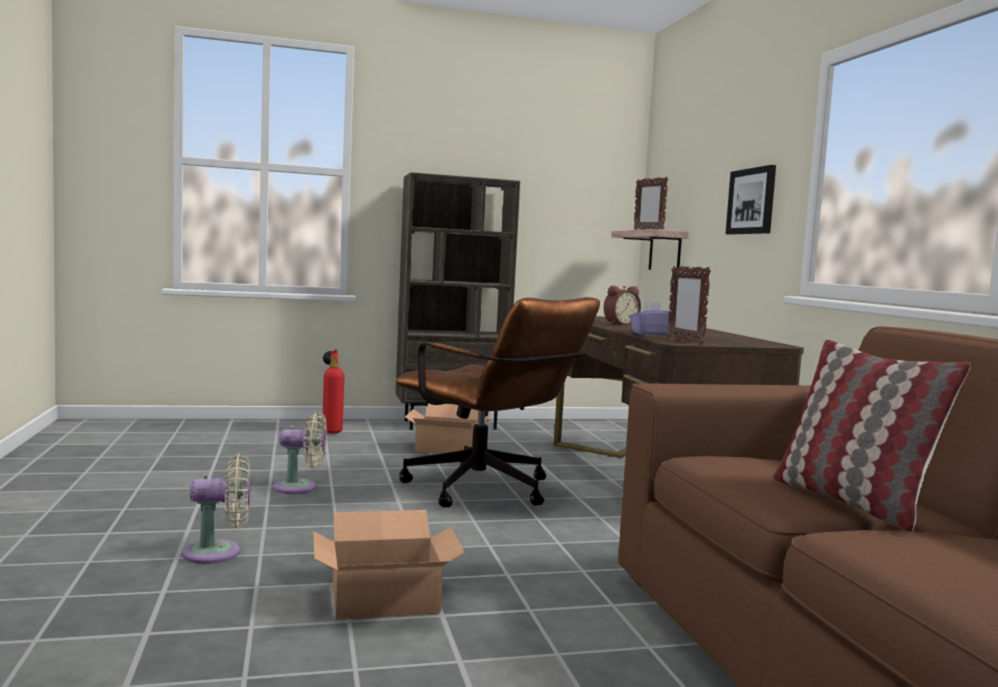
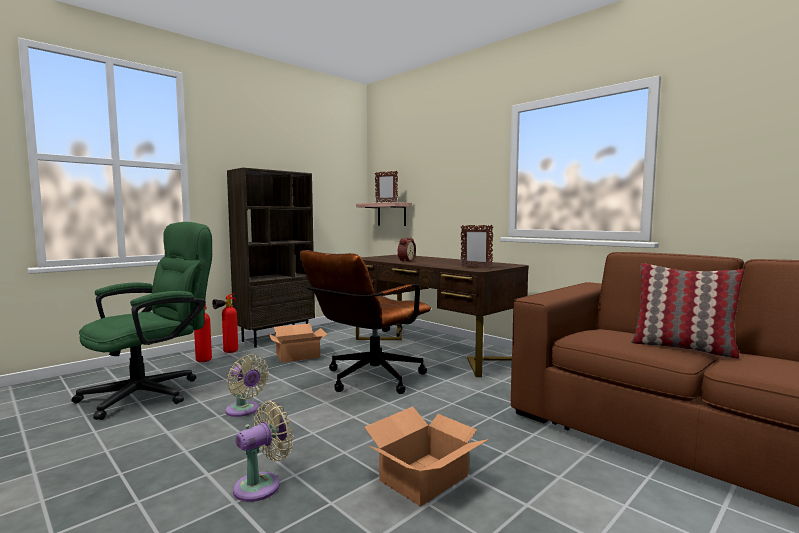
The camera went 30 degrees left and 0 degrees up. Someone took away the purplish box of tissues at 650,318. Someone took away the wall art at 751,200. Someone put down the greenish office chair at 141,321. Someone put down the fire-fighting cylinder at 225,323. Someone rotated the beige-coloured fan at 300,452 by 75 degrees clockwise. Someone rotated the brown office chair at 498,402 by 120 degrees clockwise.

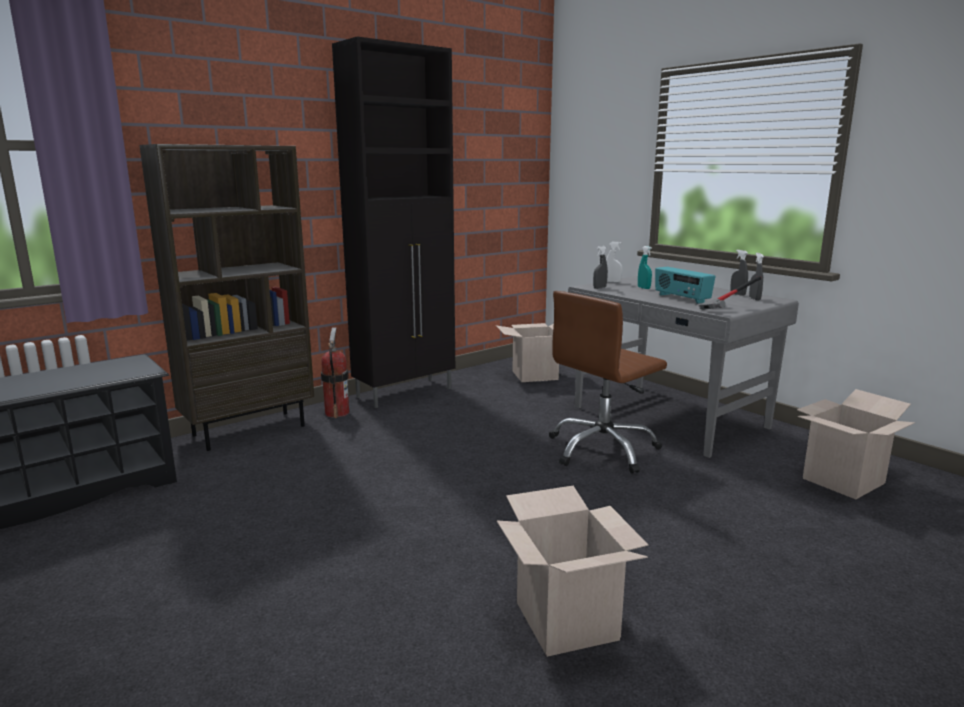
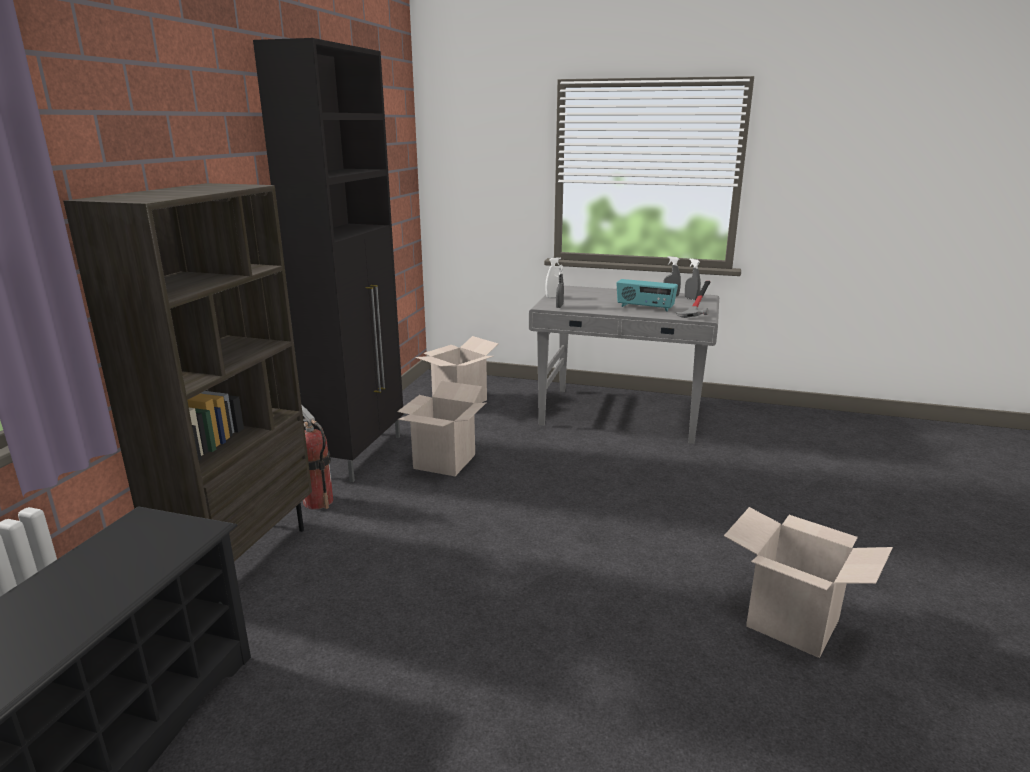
The camera went 35 degrees left and 5 degrees up. Someone took away the brown office chair at 608,382. Someone took away the blue-green sprayer at 645,267. Someone carried the carton from 856,444 to 442,428.

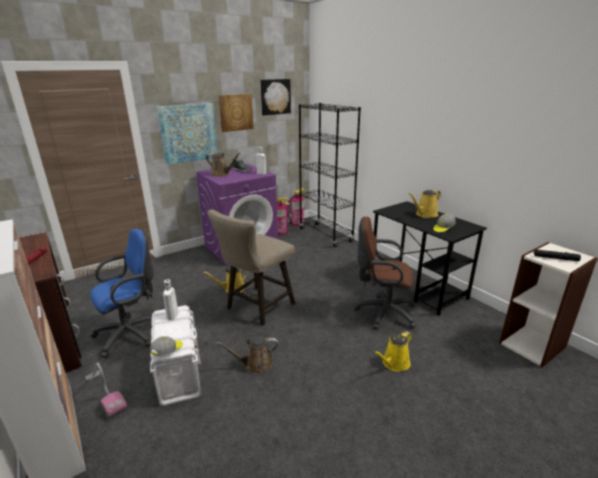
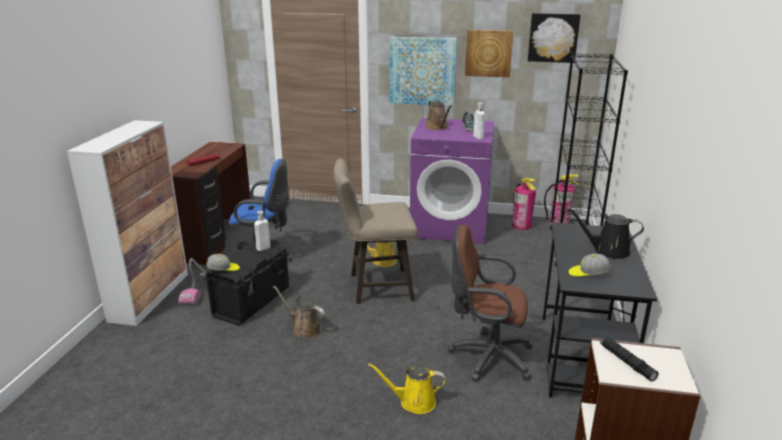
The camera went 45 degrees right and 0 degrees up. Someone repainted the whitish storage container at 175,355, which became the black storage container at 246,284. Someone repainted the yellow watering can at 425,204, which became the black watering can at 606,233. Someone rotated the brown office chair at 385,273 by 45 degrees counterclockwise.

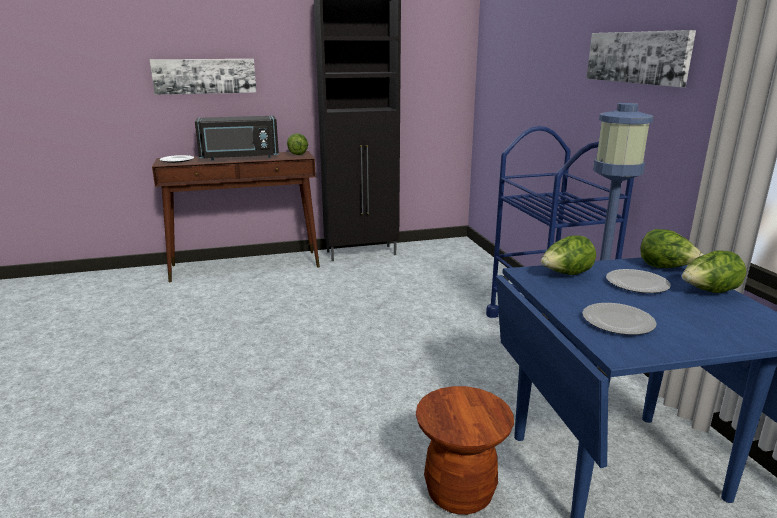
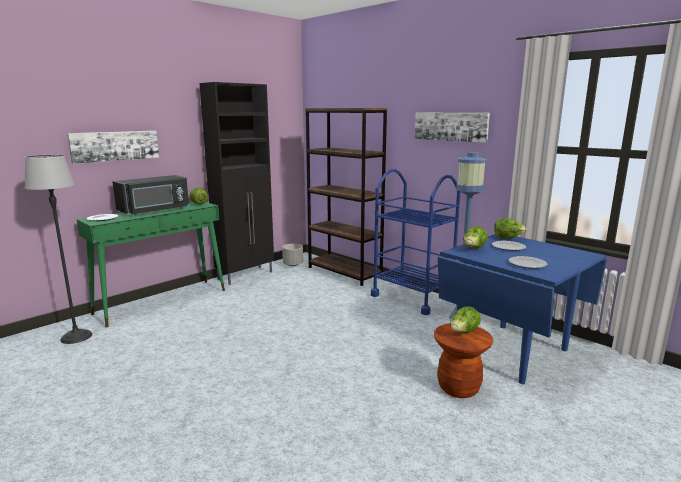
The camera went 30 degrees left and 5 degrees down. Someone put down the standing lamp at 58,249. Someone put down the gray flower pot at 292,255. Someone put down the brown bookshelf at 346,197. Someone carried the head of lettuce from 714,271 to 465,320. Someone repainted the brown narrow table at 236,216, which became the greenish narrow table at 151,264.

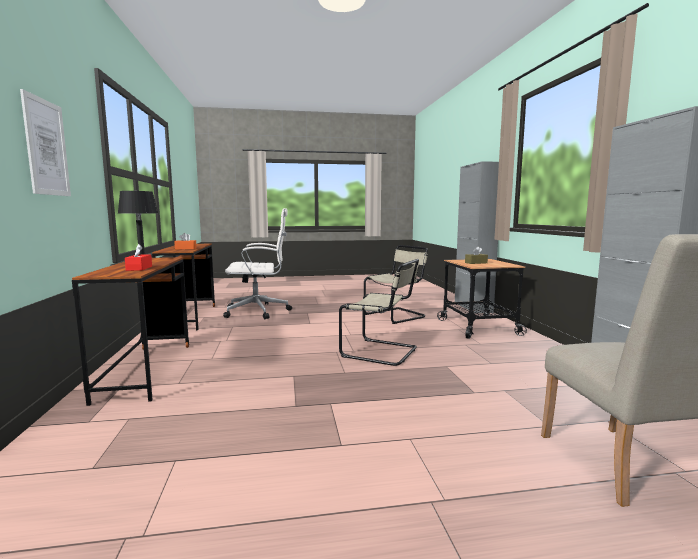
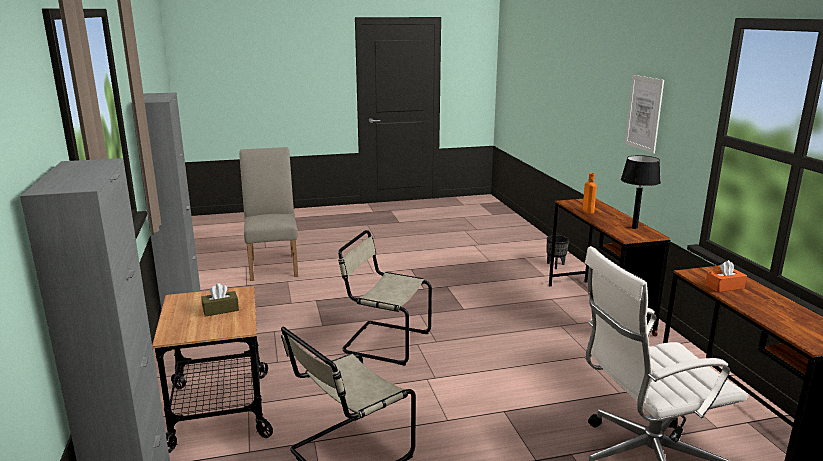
The camera went 175 degrees right and 10 degrees up. Someone put down the black flower pot at 557,252. Someone swapped the reddish box of tissues at 138,257 for the orangey beverage bottle at 590,193.

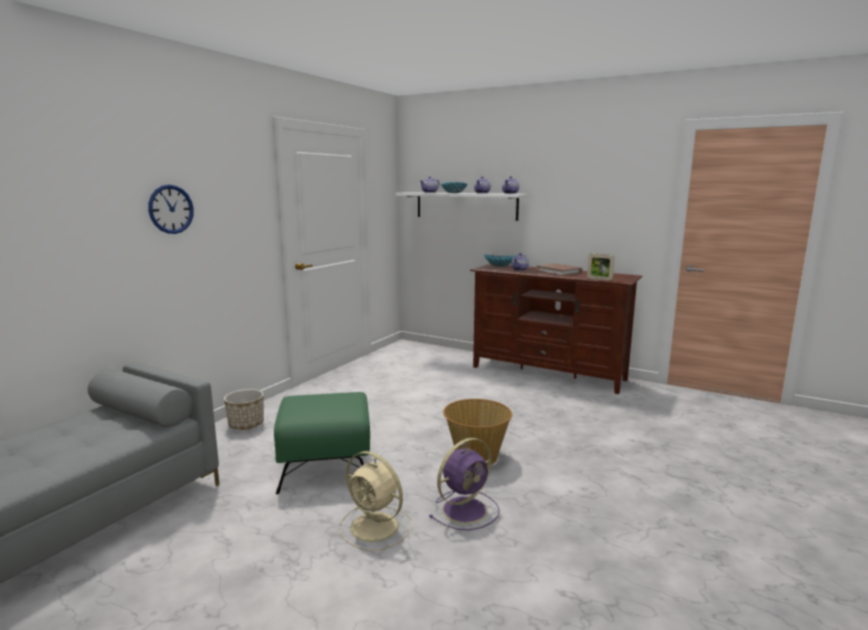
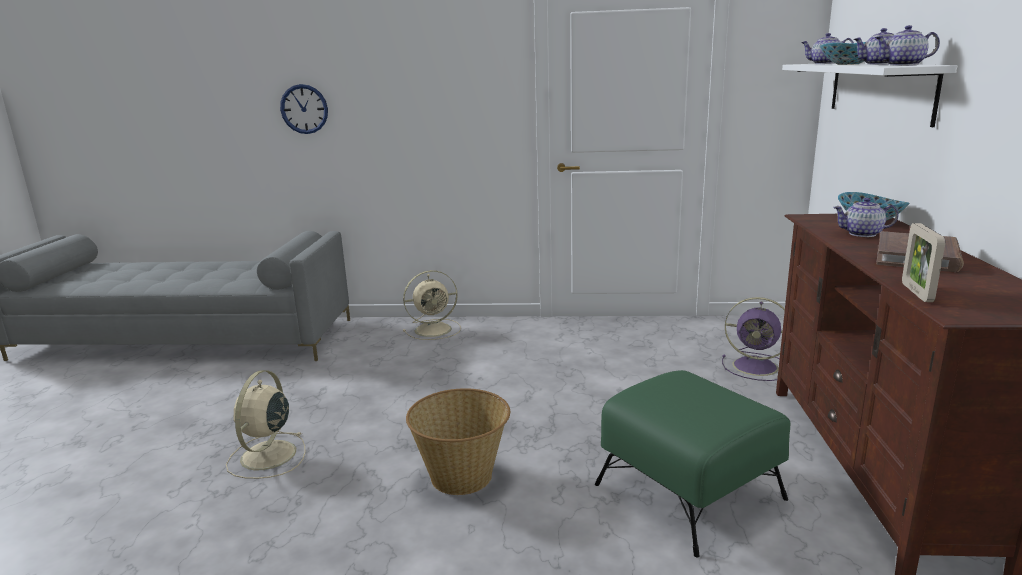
The camera went 65 degrees right and 5 degrees up. Someone carried the clock on the wall from 171,209 to 304,109. Someone carried the greenish ottoman from 322,443 to 692,464. Someone carried the purplish fan from 464,484 to 753,339. Someone swapped the flower pot at 244,409 for the beige-coloured fan at 432,305.

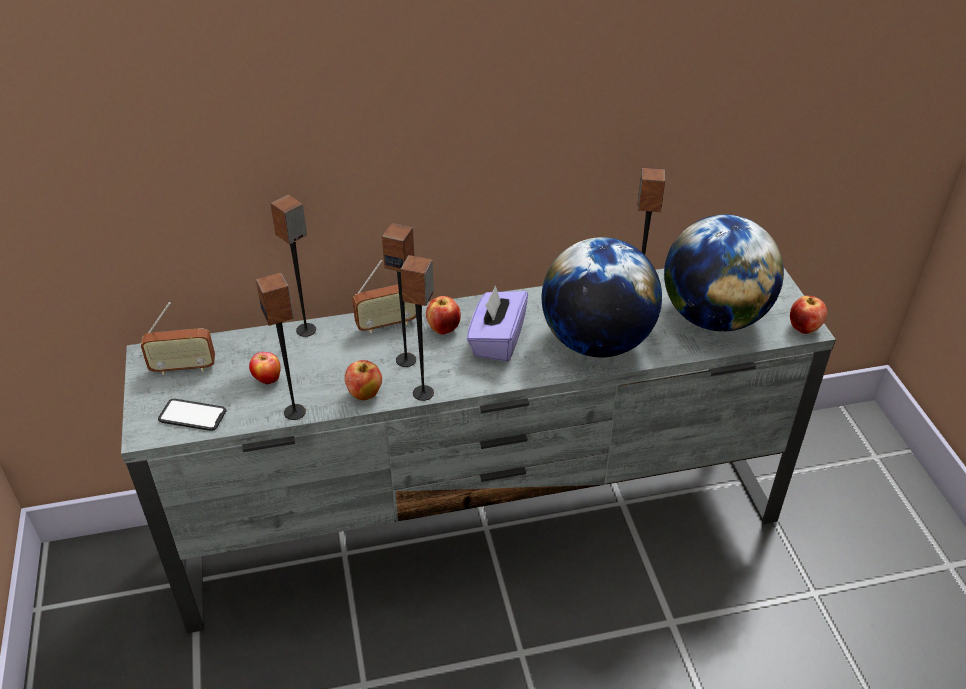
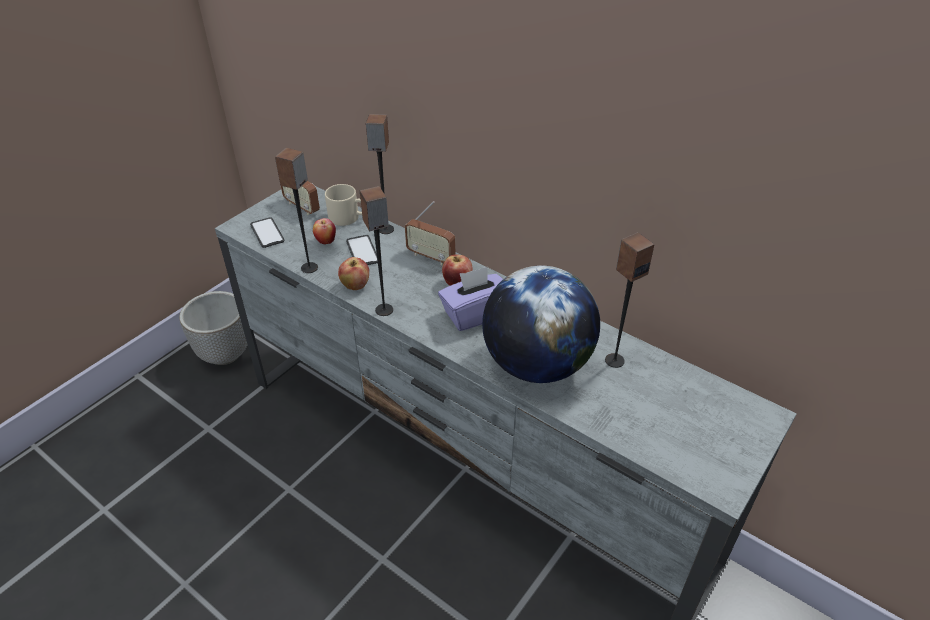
The camera went 50 degrees right and 0 degrees up. Someone took away the loudspeaker at 399,295. Someone took away the desk globe at 724,272. Someone took away the whole apple at 808,315. Someone put down the flower pot at 213,328. Someone put down the beige-coloured tea mug at 343,205. Someone put down the phone at 362,250.

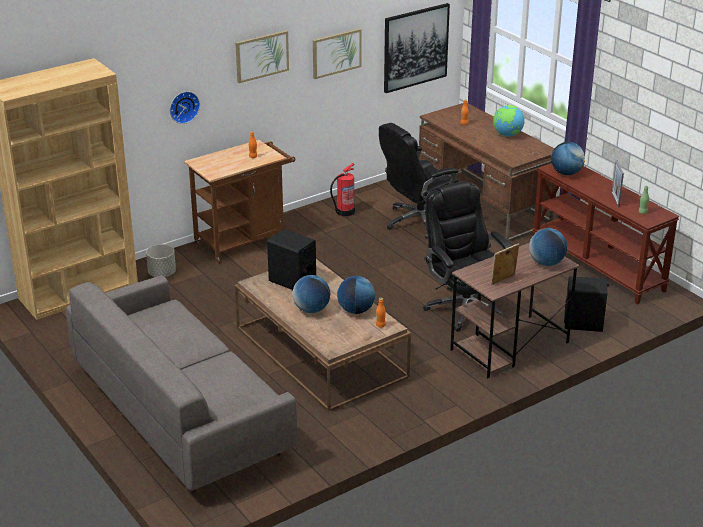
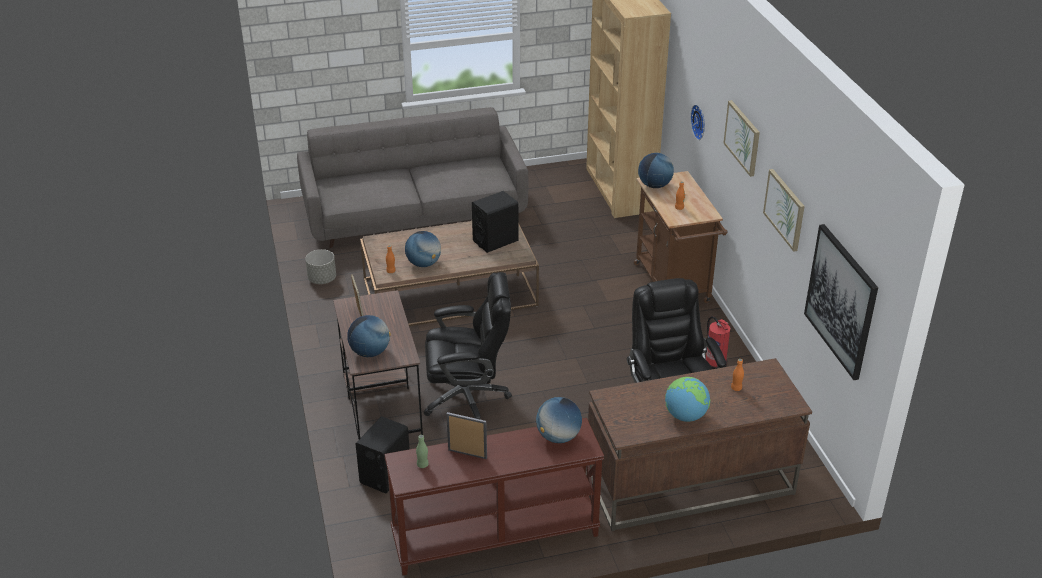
The camera went 110 degrees right and 5 degrees up. Someone carried the gray flower pot from 161,260 to 320,266. Someone carried the desk globe from 311,294 to 656,170.

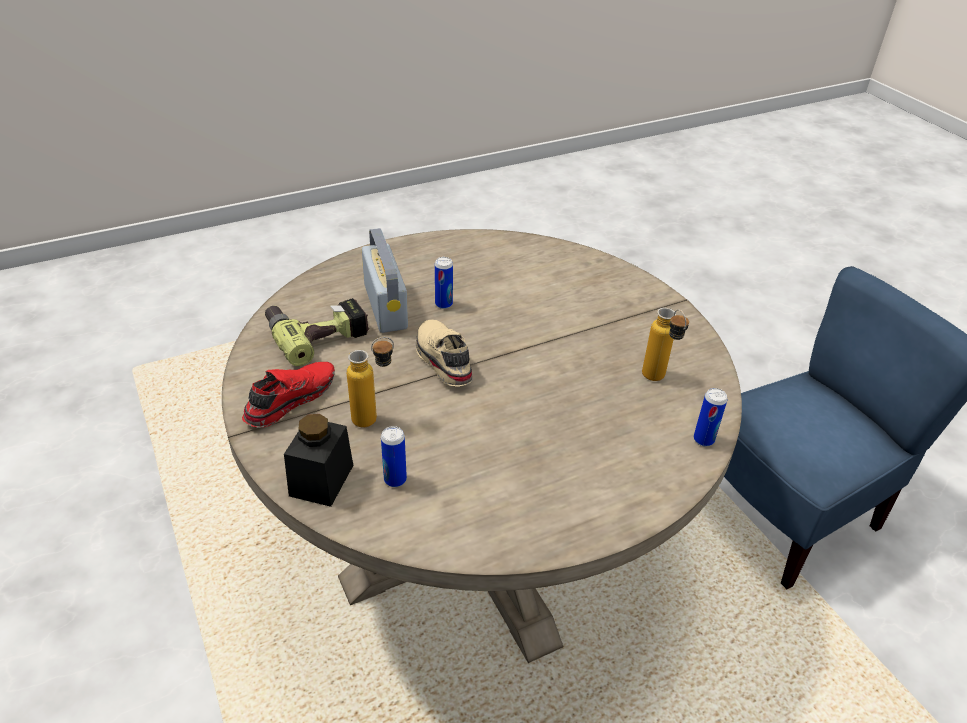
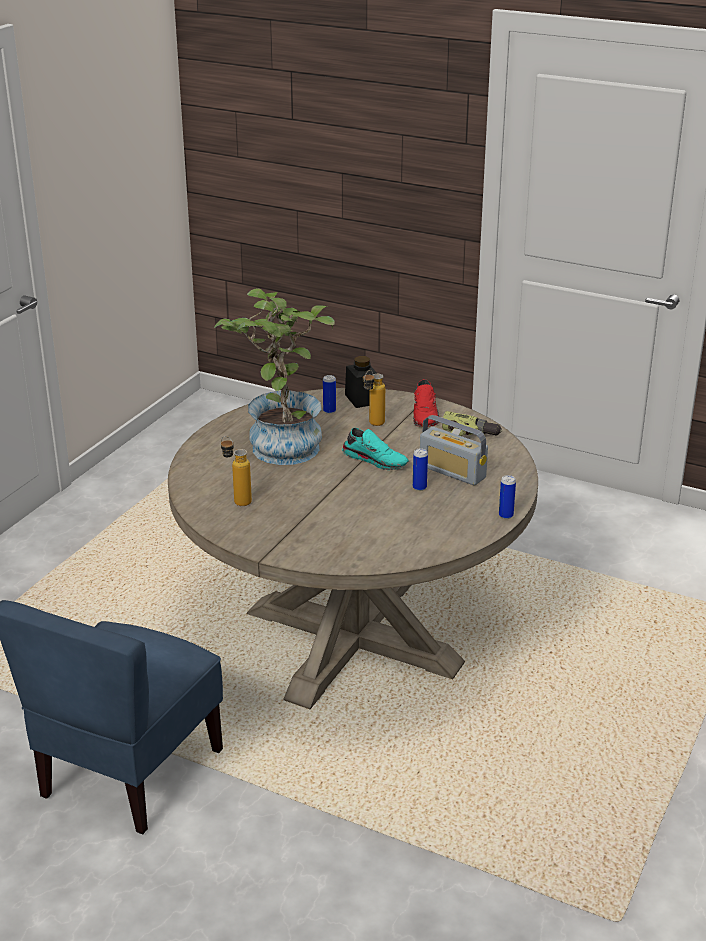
The camera went 145 degrees right and 10 degrees down. Someone put down the potted plant at 274,376. Someone carried the sealed can from 710,417 to 507,497. Someone repainted the beige-coloured item of footwear at 444,353, which became the blue-green item of footwear at 375,449.

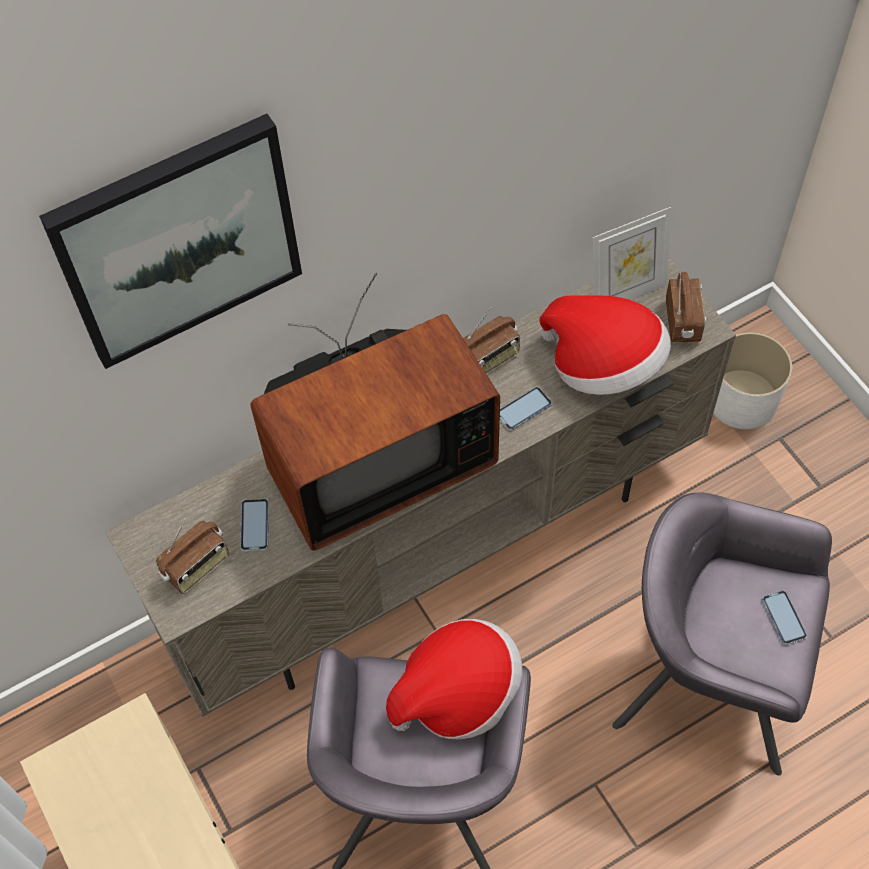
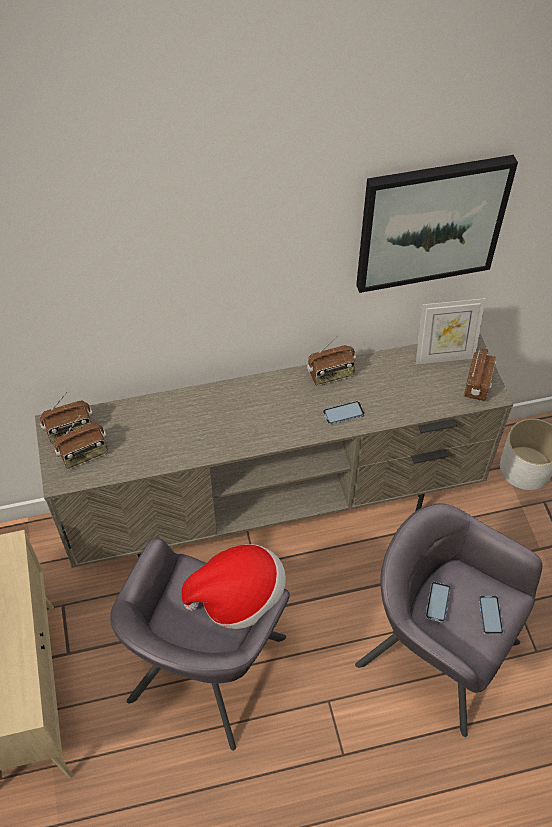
The camera went 15 degrees right and 5 degrees down. Someone took away the TV set at 375,411. Someone took away the clothing hat at 605,345. Someone put down the radio at 66,418. Someone carried the wall art from 170,241 to 437,224. Someone carried the phone from 254,525 to 438,602.

